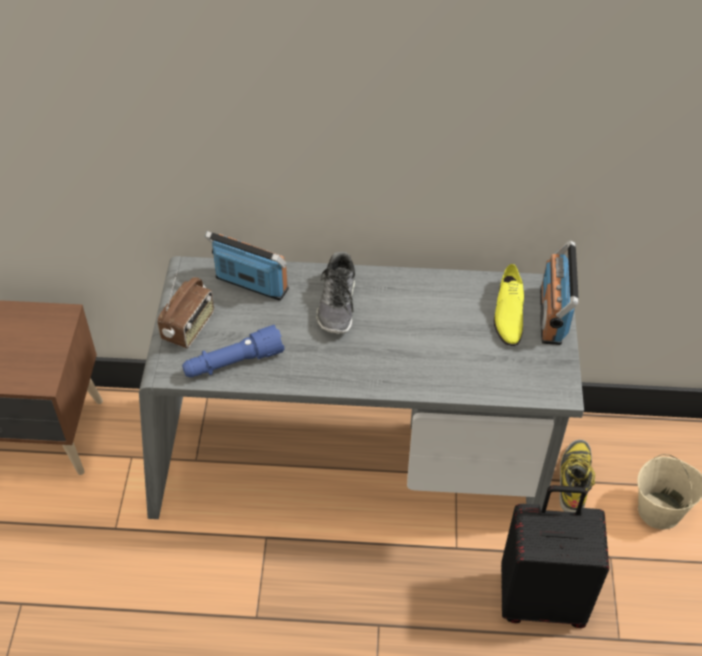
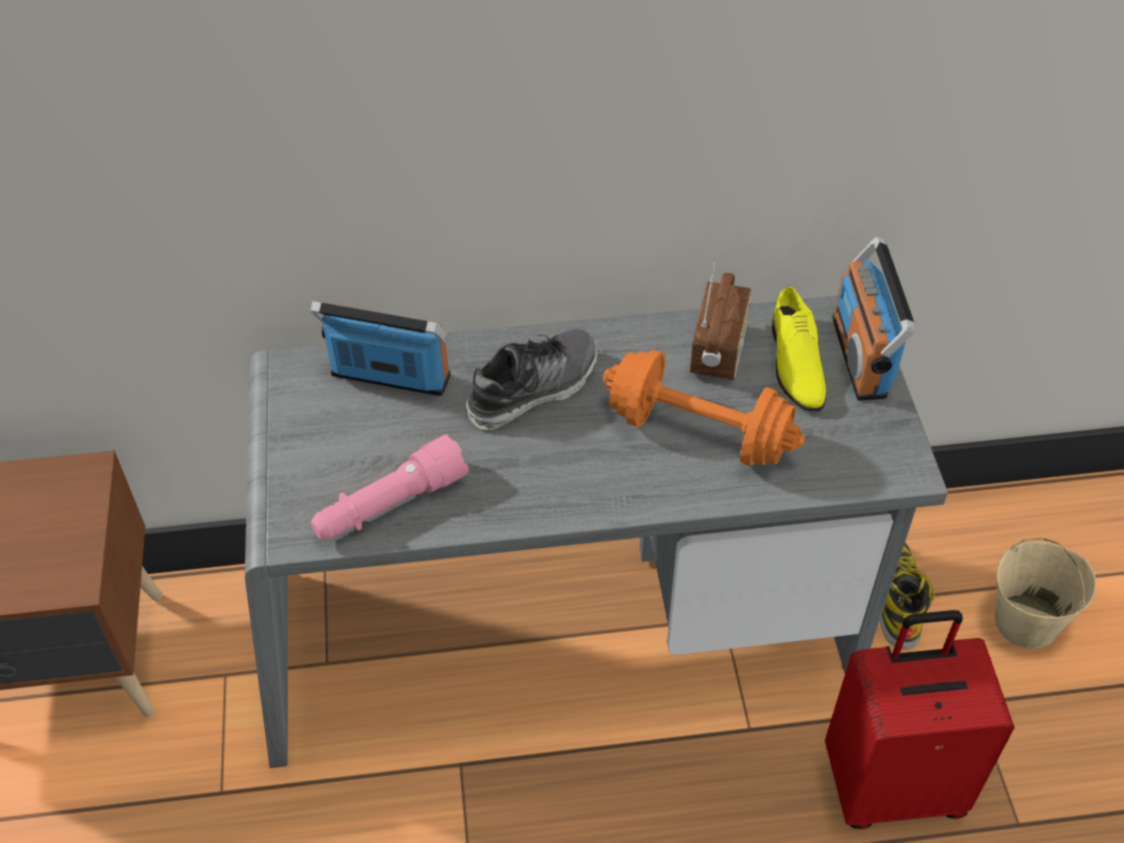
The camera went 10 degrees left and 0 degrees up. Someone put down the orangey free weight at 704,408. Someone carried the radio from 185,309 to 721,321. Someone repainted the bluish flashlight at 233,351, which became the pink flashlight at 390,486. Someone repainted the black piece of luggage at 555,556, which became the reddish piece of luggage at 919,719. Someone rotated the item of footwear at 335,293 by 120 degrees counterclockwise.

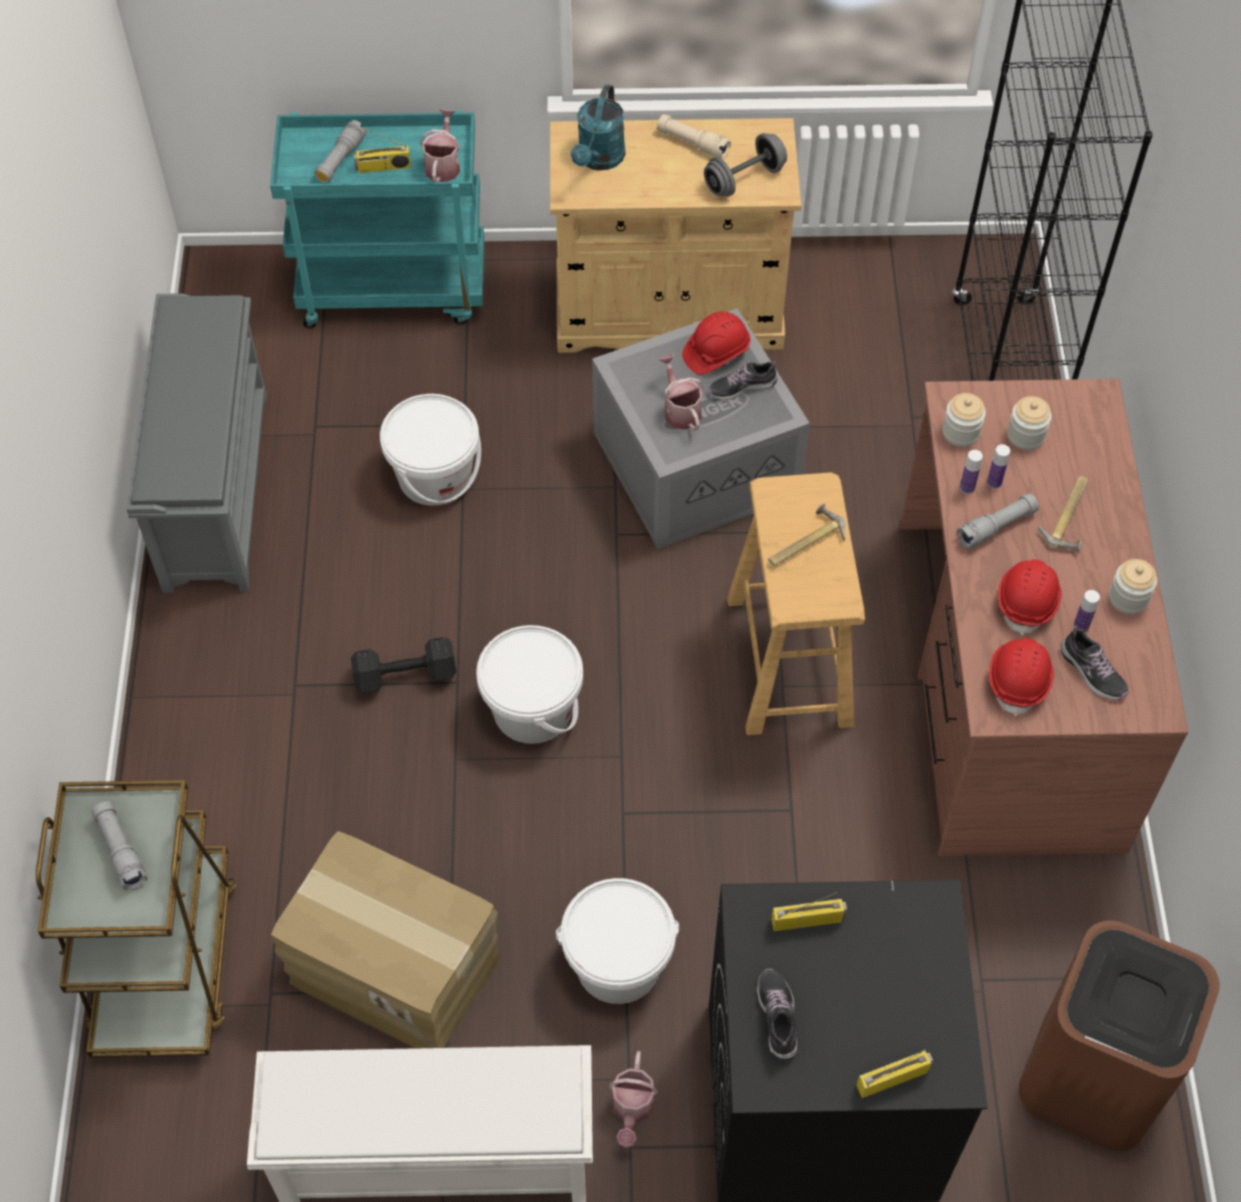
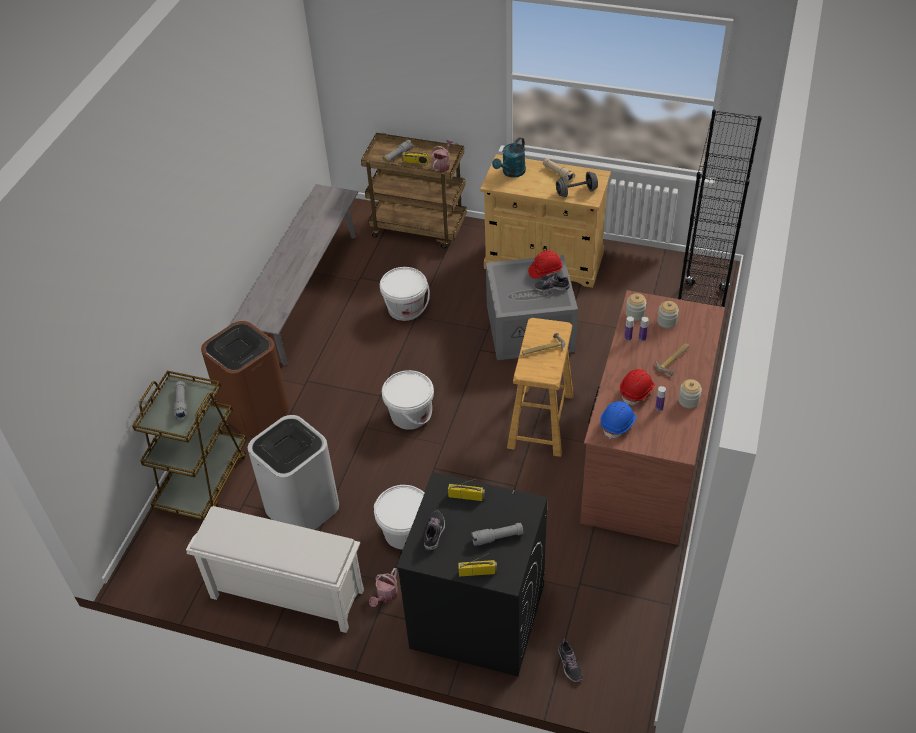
The camera went 20 degrees right and 10 degrees down. Someone took away the black free weight at 403,665. Someone took away the watering can at 681,392. Someone carried the gray flashlight from 997,521 to 497,534. Someone carried the brown rubbish bin from 1119,1035 to 245,379. Someone carried the item of footwear from 1094,663 to 570,660. Someone swapped the gray shoe stand at 196,443 for the gray long seat at 294,275. Someone swapped the carton at 385,939 for the whitish rubbish bin at 293,472. Someone repainted the blue-green cart at 377,219, which became the brown cart at 414,191. Someone repainted the reddish work helmet at 1021,677, which became the bluish work helmet at 618,420.

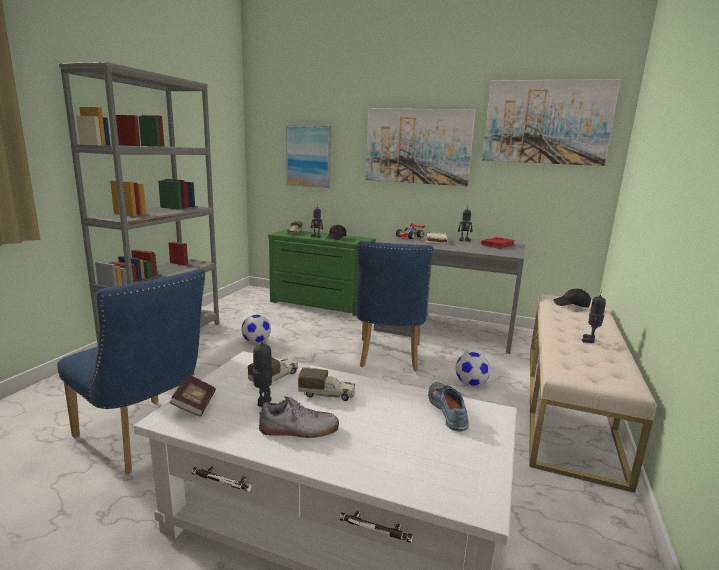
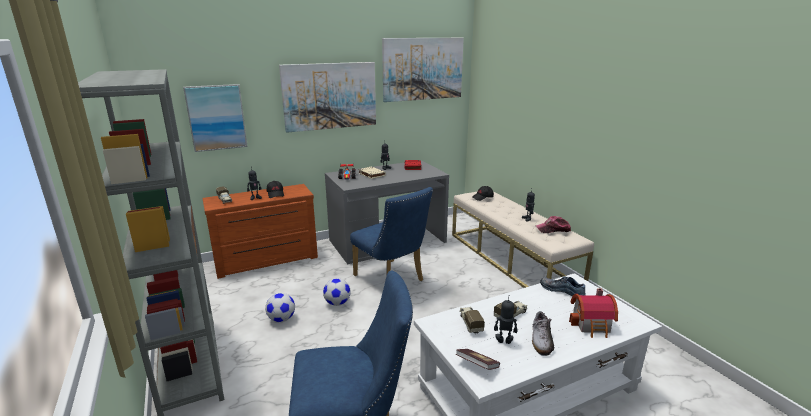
The camera went 45 degrees left and 5 degrees up. Someone put down the cap at 553,224. Someone put down the miniature house at 593,313. Someone carried the football ball from 472,369 to 336,292. Someone repainted the greenish dresser at 322,272, which became the brown dresser at 260,231. Someone rotated the item of footwear at 299,417 by 150 degrees clockwise.

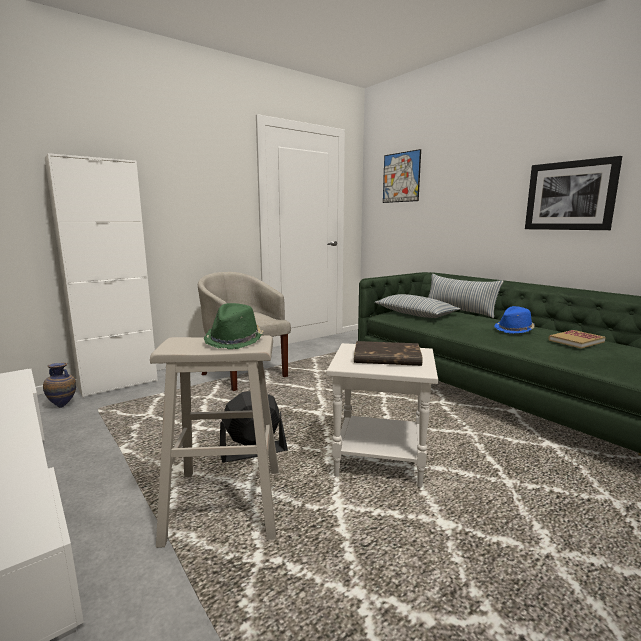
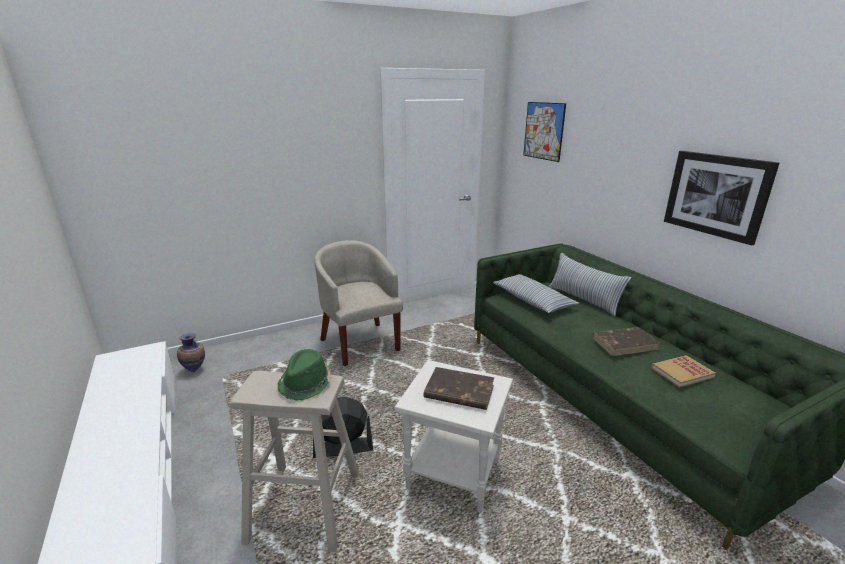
The camera went 10 degrees right and 10 degrees up. Someone took away the whitish cupboard at 101,275. Someone swapped the bluish clothing hat at 514,320 for the brown volume at 626,341.

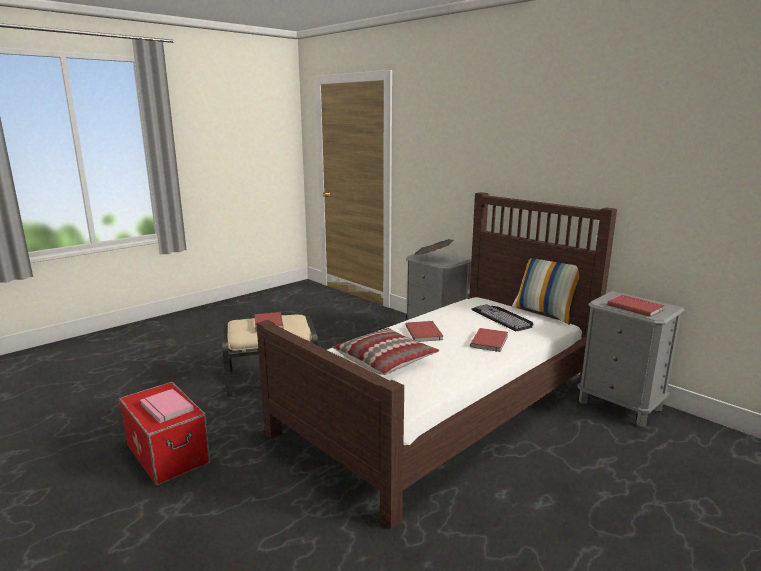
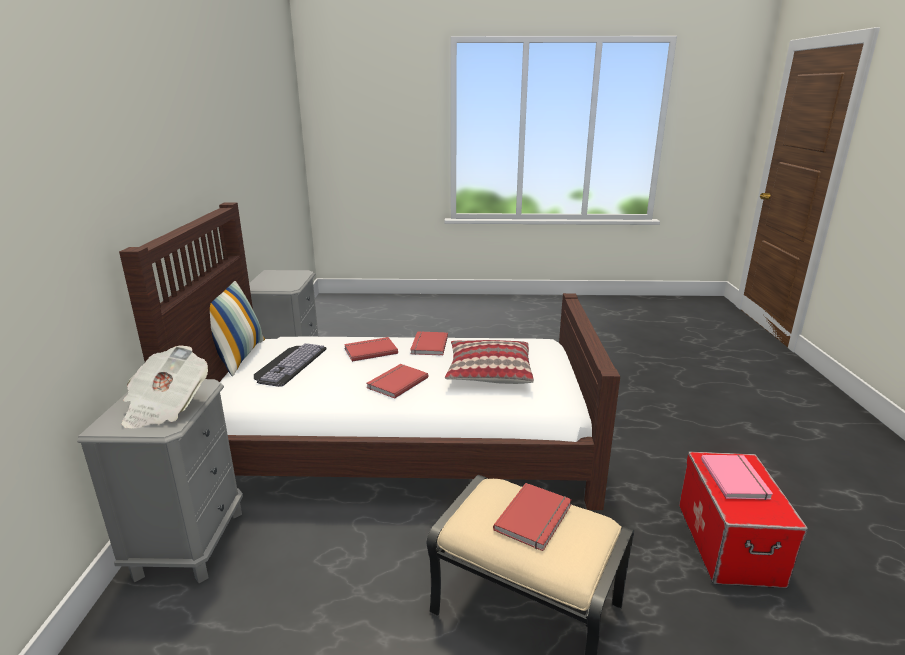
The camera went 135 degrees left and 5 degrees up. Someone carried the reddish volume from 636,306 to 429,343.

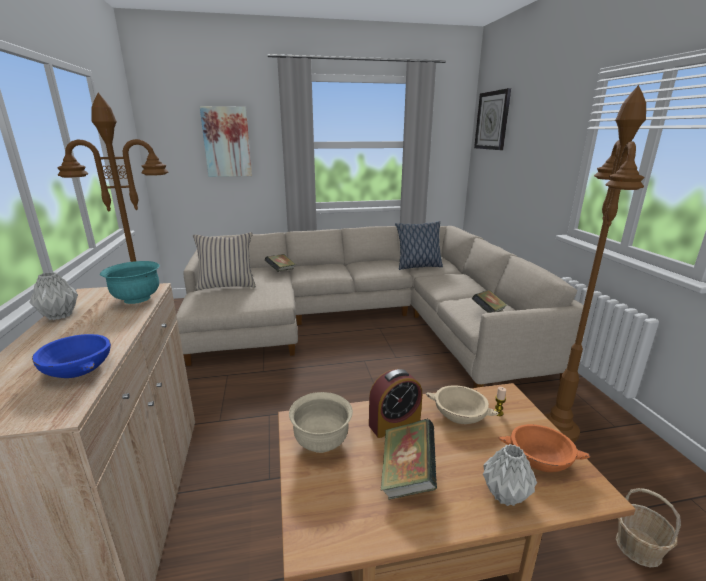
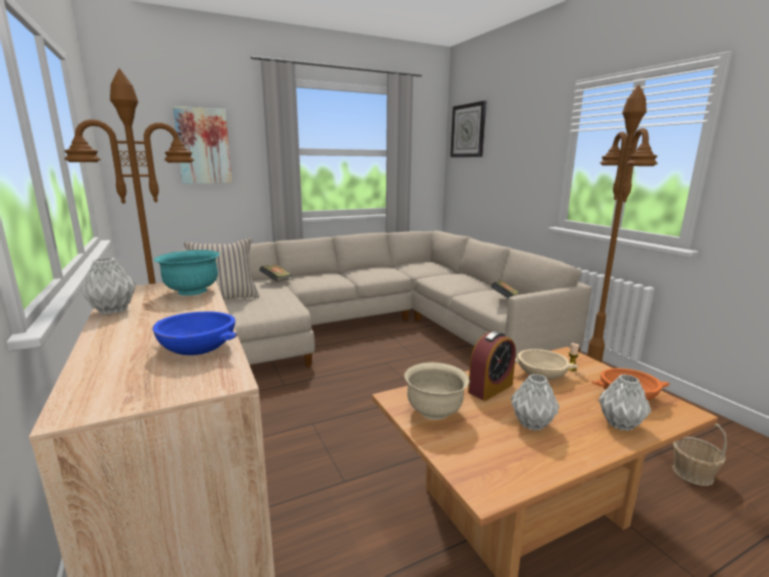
The camera went 15 degrees left and 5 degrees down. Someone took away the throw pillow at 419,245. Someone swapped the volume at 409,459 for the gray flower vase at 535,402.

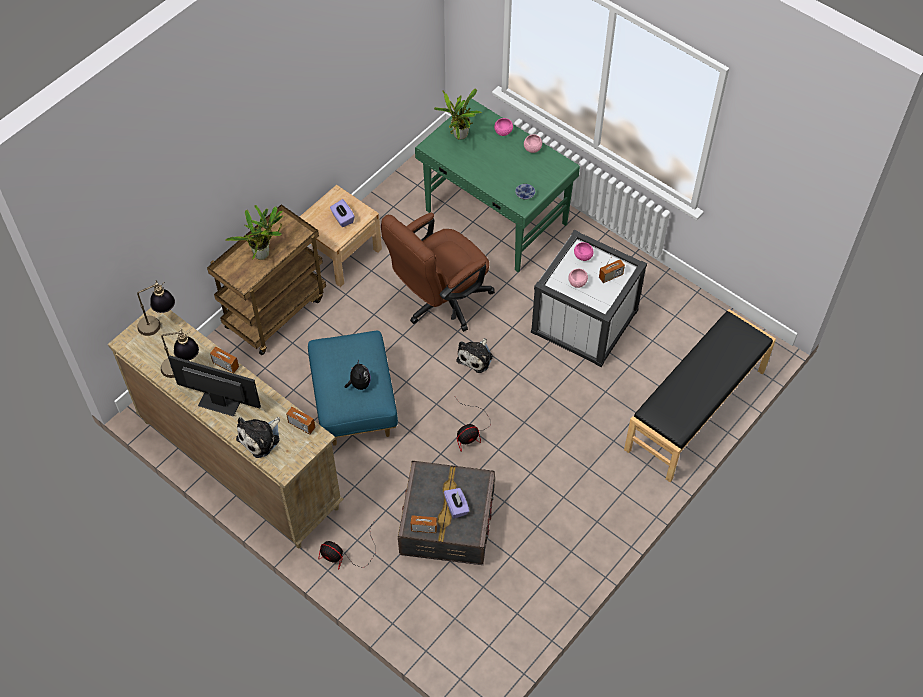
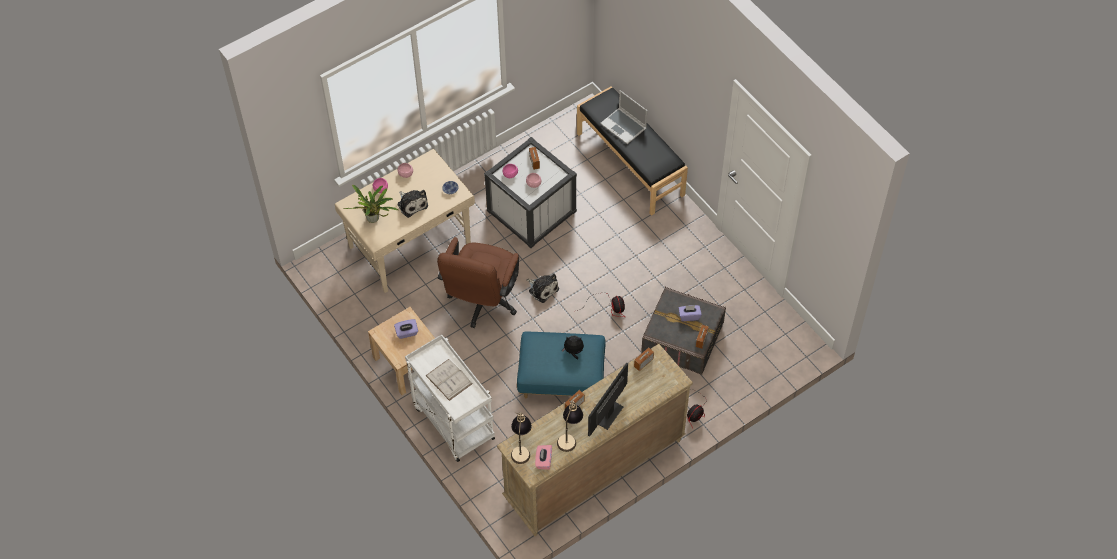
The camera went 75 degrees left and 0 degrees up. Someone put down the pink box of tissues at 543,457. Someone put down the laptop at 623,117. Someone carried the plush toy from 258,437 to 412,204. Someone swapped the potted plant at 254,232 for the whitish volume at 449,380. Someone repainted the brown cart at 266,279, which became the whitish cart at 450,398. Someone repainted the greenish desk table at 497,185, which became the beige-coloured desk table at 405,221. Someone rotated the brown office chair at 438,272 by 45 degrees clockwise.

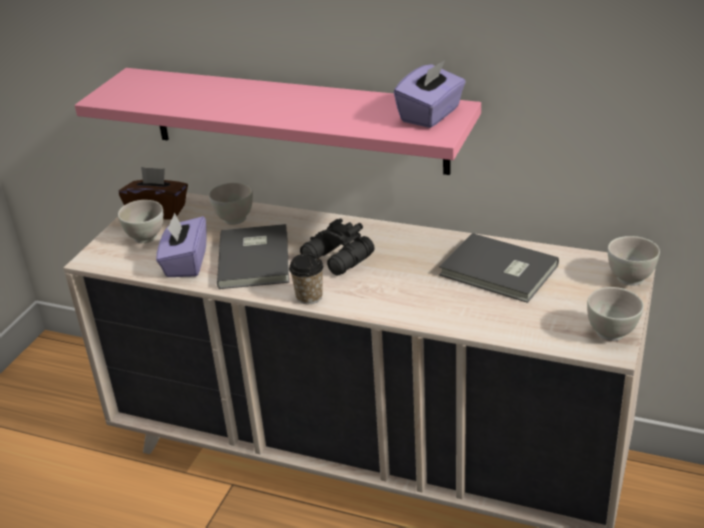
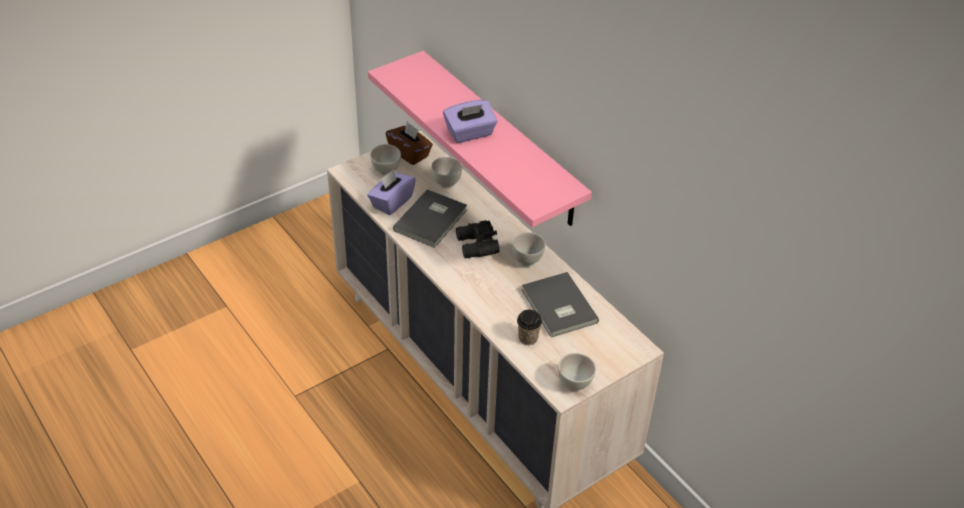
The camera went 30 degrees right and 10 degrees up. Someone carried the cup from 306,278 to 529,327. Someone carried the purplish box of tissues from 430,94 to 470,121. Someone carried the whitish deep dish from 634,260 to 528,249.

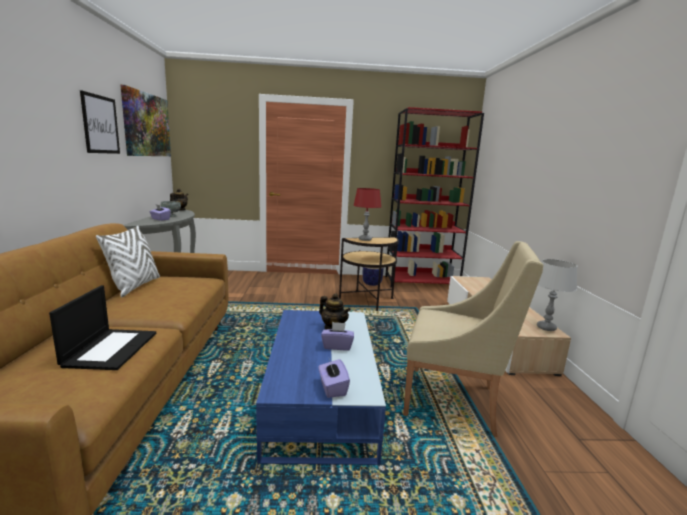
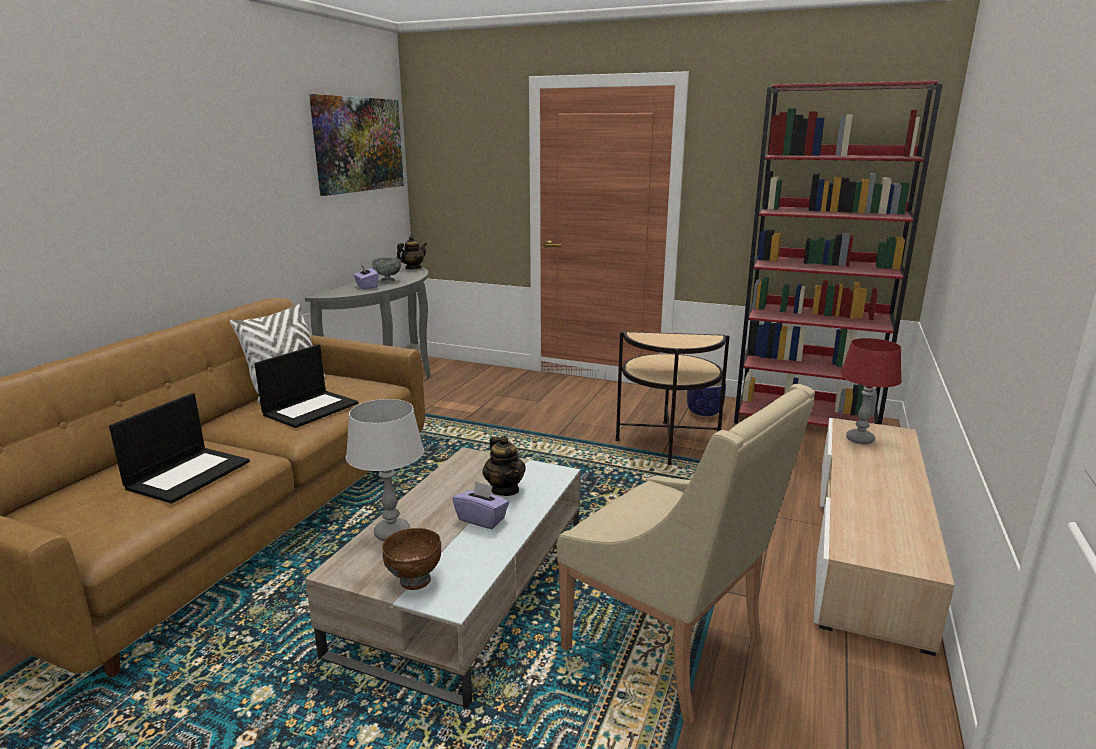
The camera went 25 degrees right and 5 degrees up. Someone took away the wall art at 100,122. Someone put down the laptop at 306,386. Someone carried the reddish tabletop lamp from 367,214 to 871,391. Someone carried the gray tabletop lamp from 557,295 to 385,470. Someone swapped the purplish box of tissues at 334,378 for the brown deep dish at 411,559. Someone repainted the bluish lounge table at 321,387, which became the beige-coloured lounge table at 442,577.

